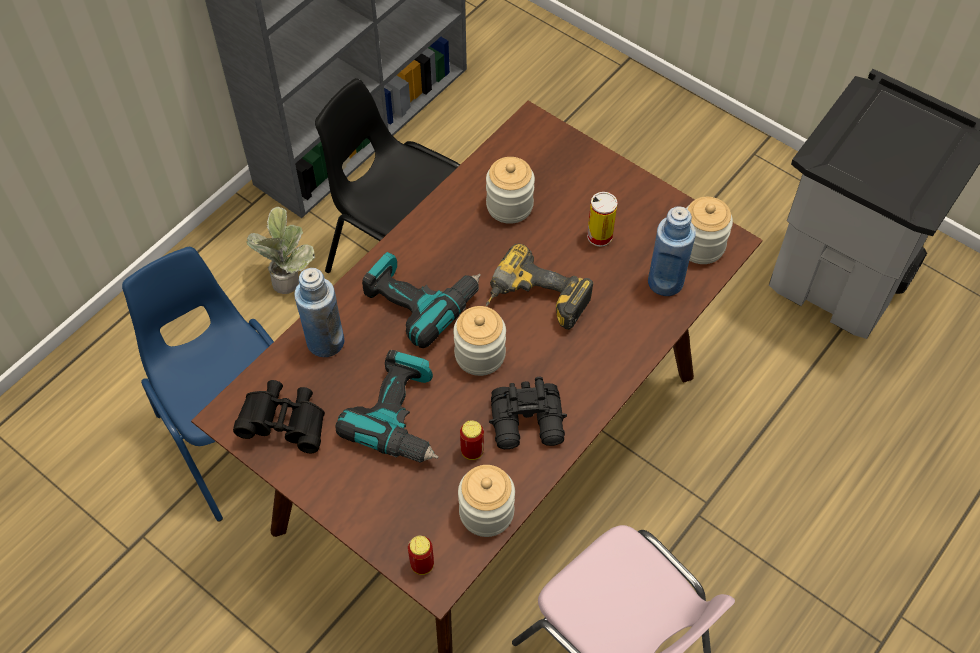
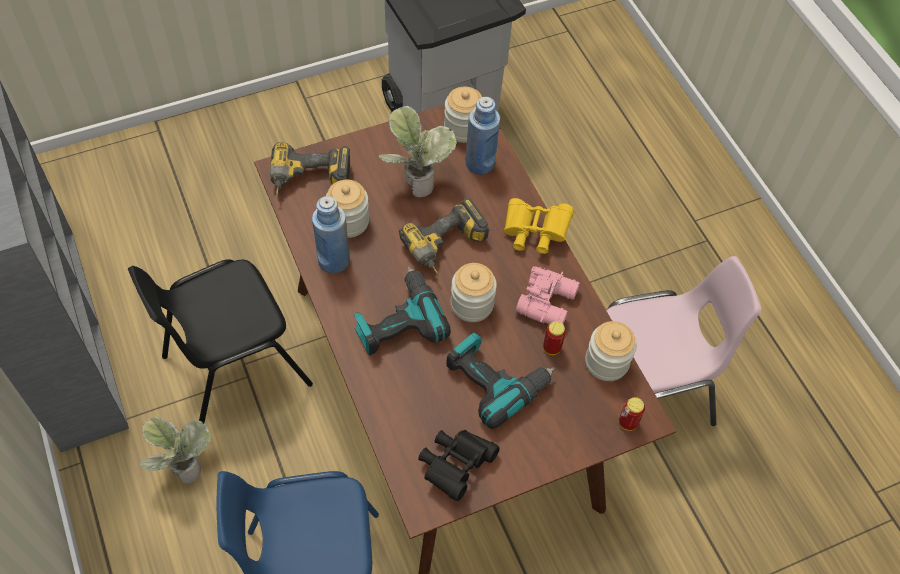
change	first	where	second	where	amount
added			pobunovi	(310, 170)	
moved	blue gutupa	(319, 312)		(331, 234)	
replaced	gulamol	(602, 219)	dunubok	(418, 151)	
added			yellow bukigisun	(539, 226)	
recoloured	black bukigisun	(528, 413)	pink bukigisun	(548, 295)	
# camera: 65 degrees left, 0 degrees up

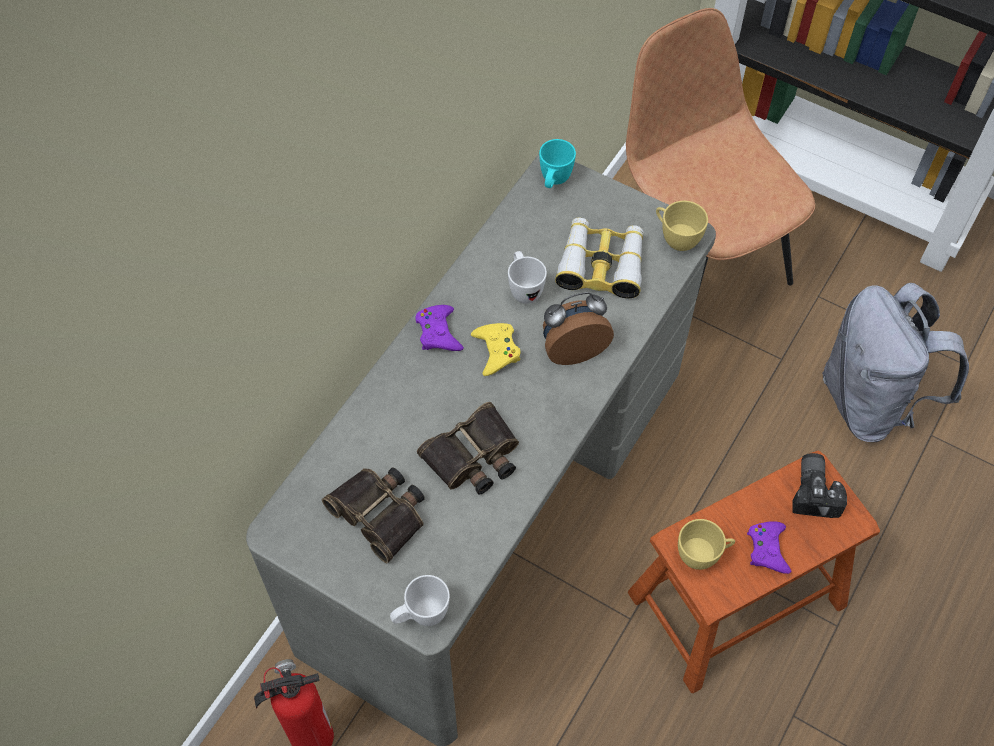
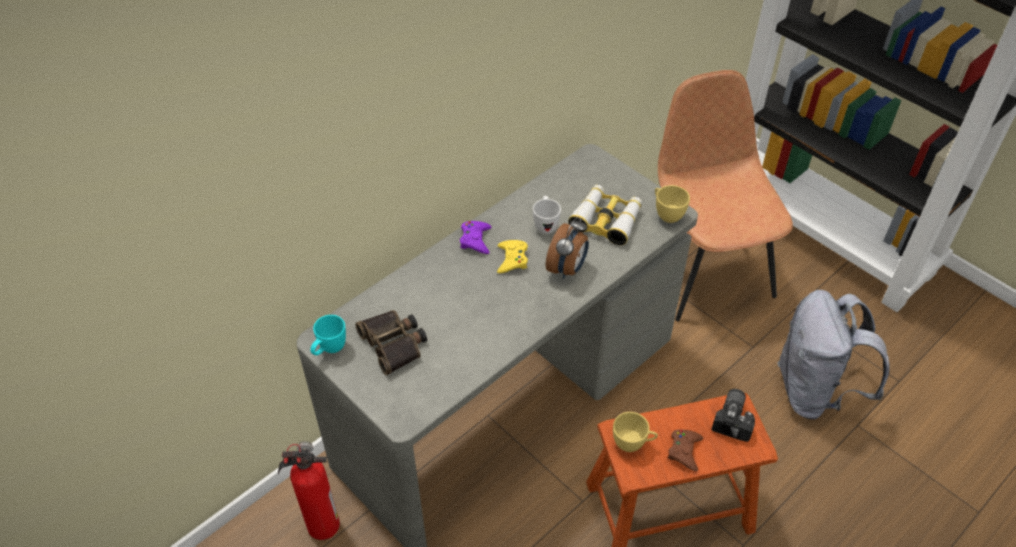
change	first	where	second	where	amount
moved	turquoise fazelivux	(557, 163)		(328, 335)	
turned	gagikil	(578, 328)		(567, 248)	120 degrees clockwise
recoloured	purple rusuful	(769, 547)	brown rusuful	(685, 450)	
removed	white fazelivux	(420, 600)			
removed	bukigisun	(468, 448)			
# camera: 15 degrees right, 10 degrees down

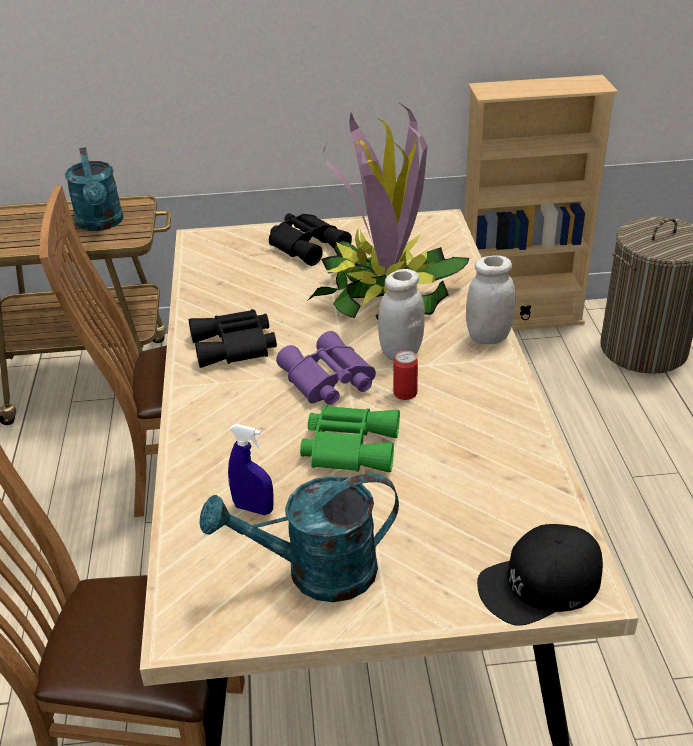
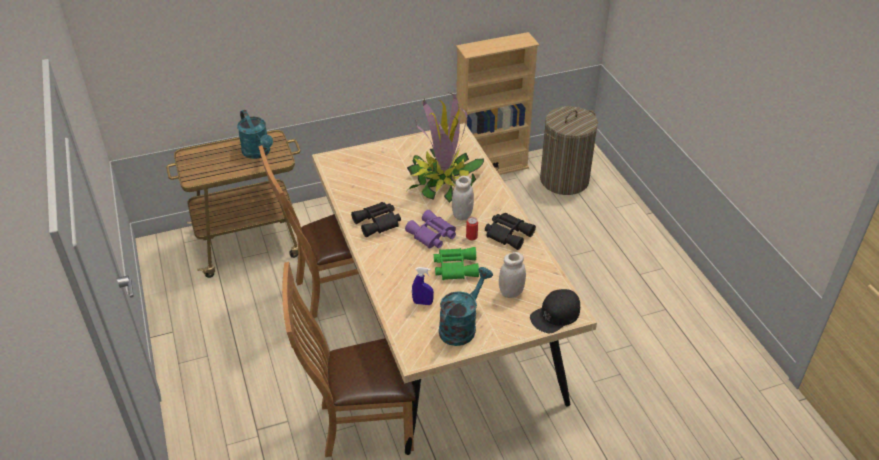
change	first	where	second	where	amount
turned	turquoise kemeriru	(299, 537)		(466, 306)	150 degrees clockwise
moved	black bukigisun	(310, 239)		(510, 231)	
moved	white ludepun	(491, 299)		(512, 275)	
# camera: 15 degrees left, 5 degrees up

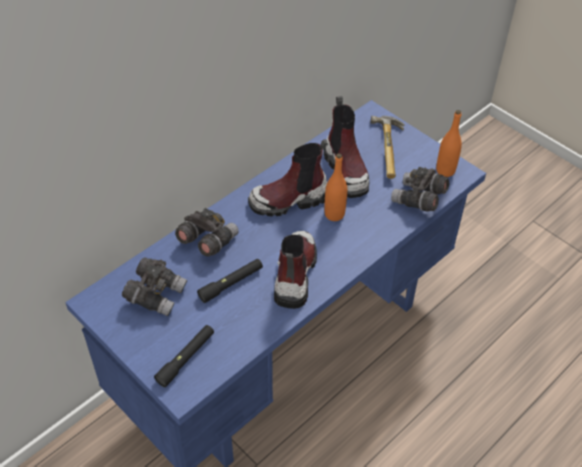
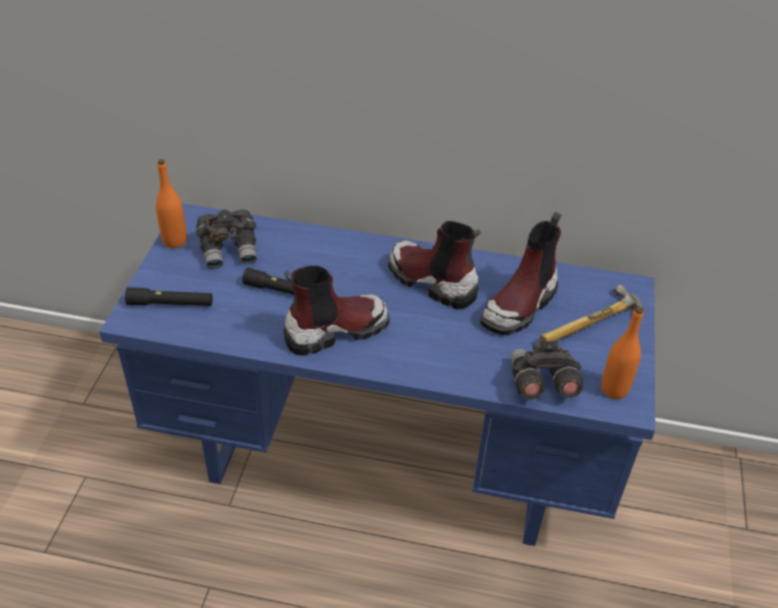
change	first	where	second	where	amount
moved	orange gutupa	(335, 187)		(171, 203)	
removed	grey bukigisun	(207, 232)			
# camera: 55 degrees right, 5 degrees down

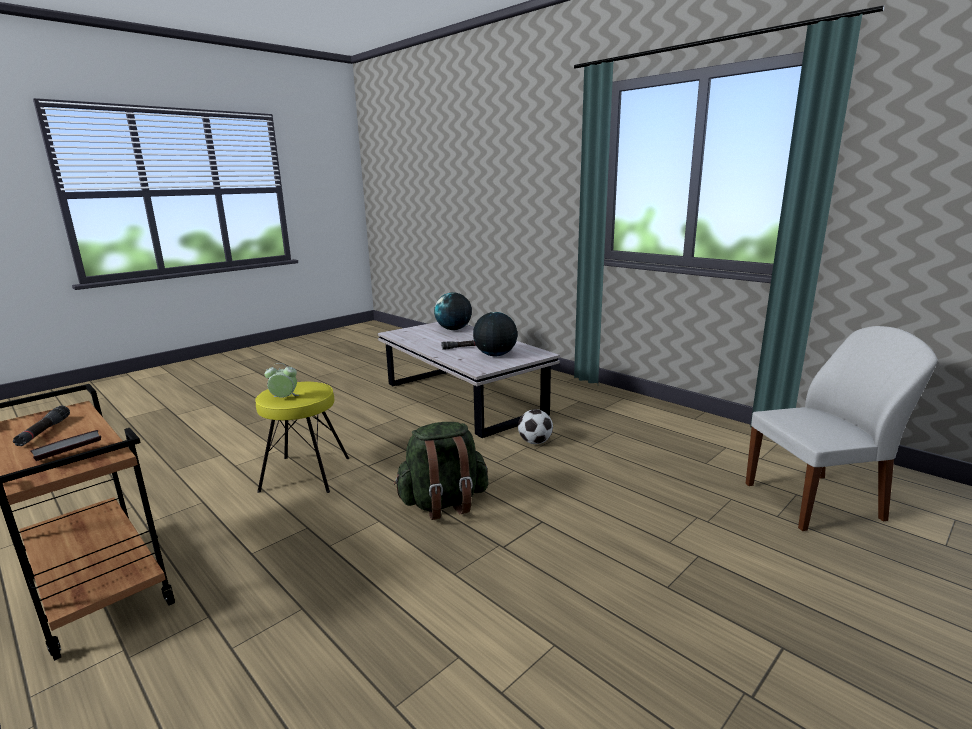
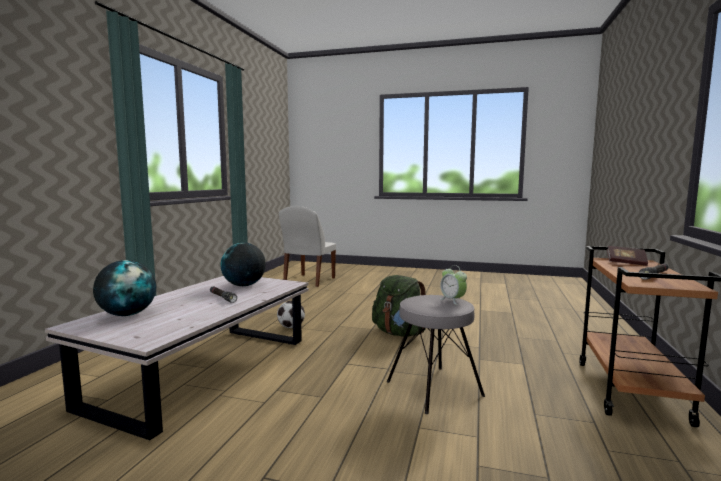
change	first	where	second	where	amount
turned	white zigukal	(842, 428)		(307, 246)	120 degrees counterclockwise
recoloured	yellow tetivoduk	(302, 437)	grey tetivoduk	(436, 354)	
# camera: 120 degrees left, 10 degrees down

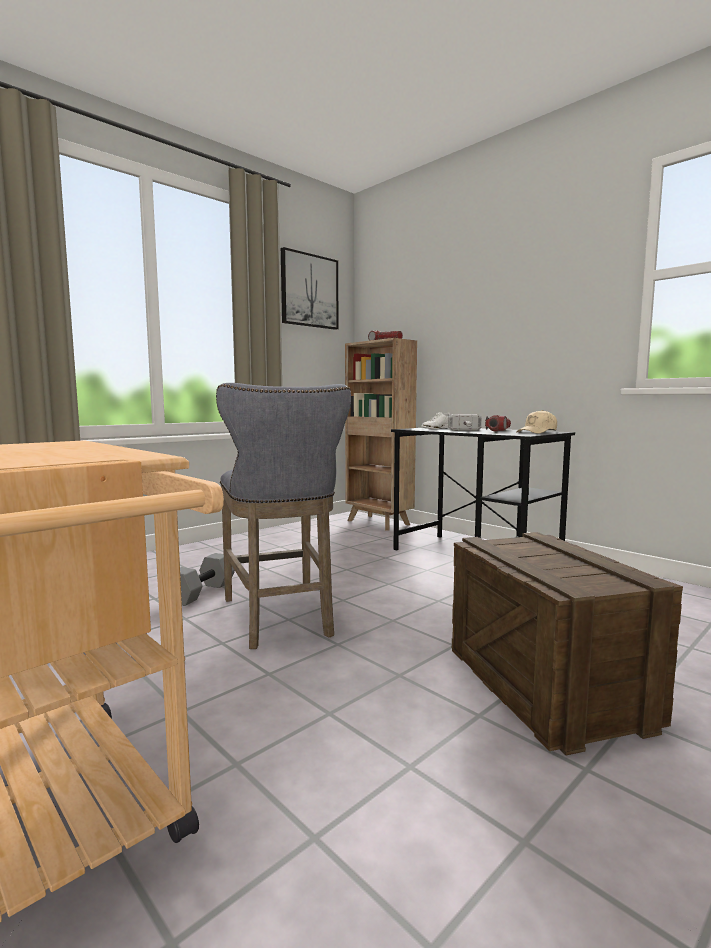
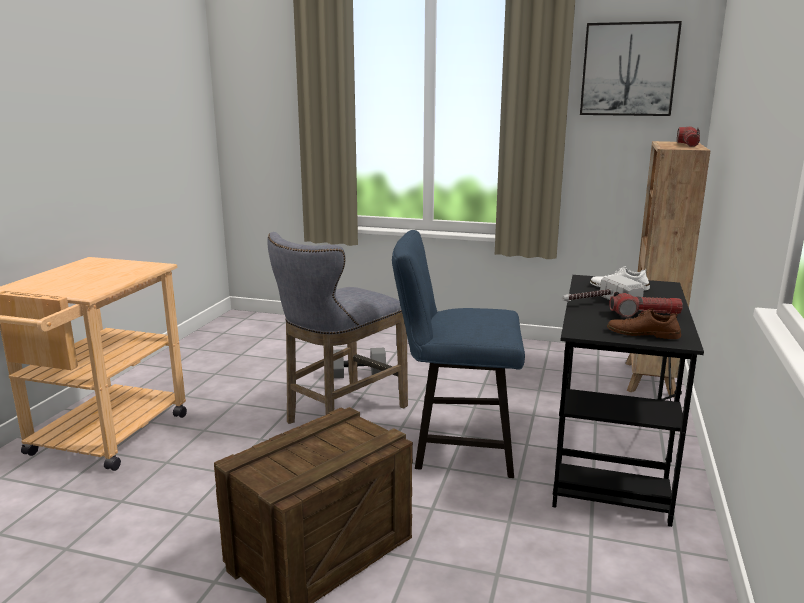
change	first	where	second	where	amount
added			blue zigukal	(458, 354)	
replaced	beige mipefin	(536, 422)	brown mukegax	(644, 324)	
# camera: 60 degrees right, 10 degrees up

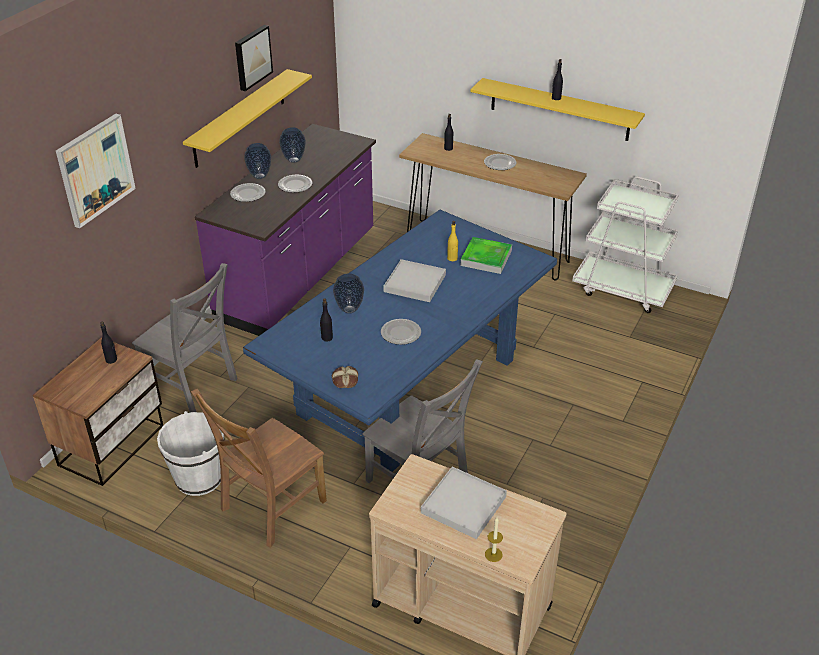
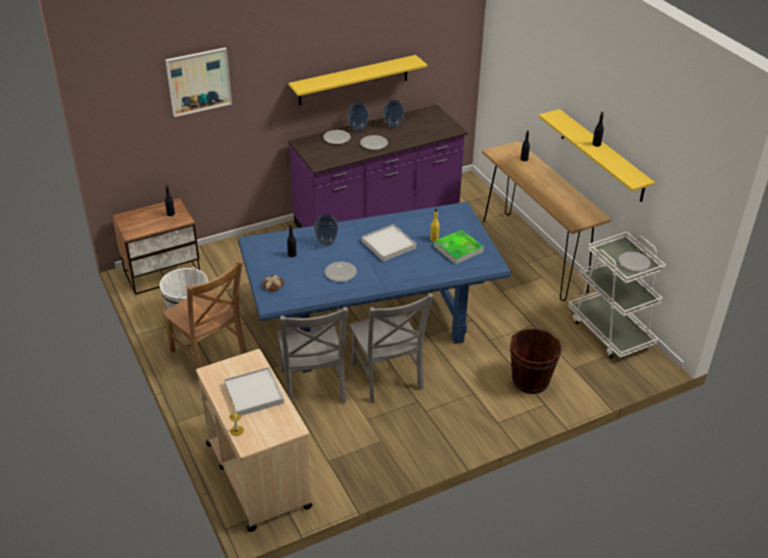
change	first	where	second	where	amount
turned	brown zigukal	(259, 468)		(204, 314)	120 degrees counterclockwise
moved	grey zigukal	(185, 338)		(392, 348)	
added			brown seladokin	(536, 361)	
moved	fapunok	(500, 162)		(634, 261)	
removed	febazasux	(254, 58)			
# camera: 35 degrees right, 0 degrees up

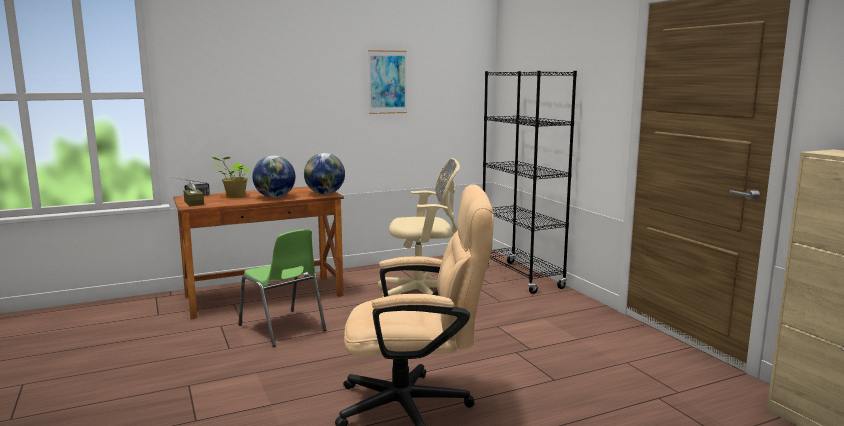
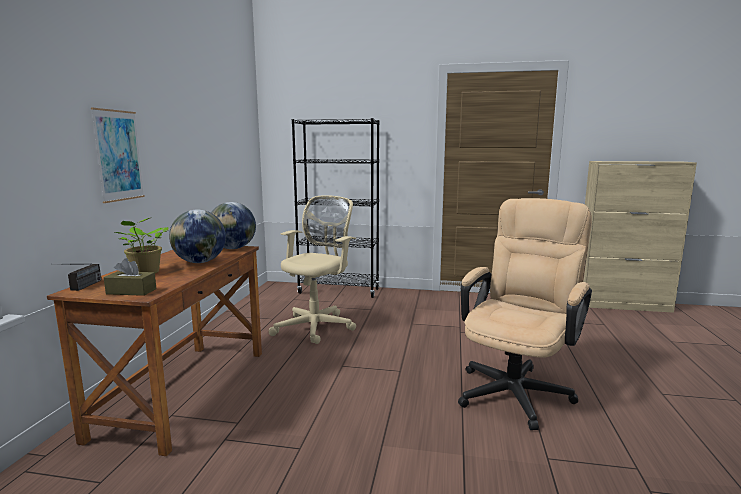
change	first	where	second	where	amount
moved	febazasux	(387, 82)		(118, 155)	
removed	green zigukal	(282, 288)			
# camera: 55 degrees left, 0 degrees up

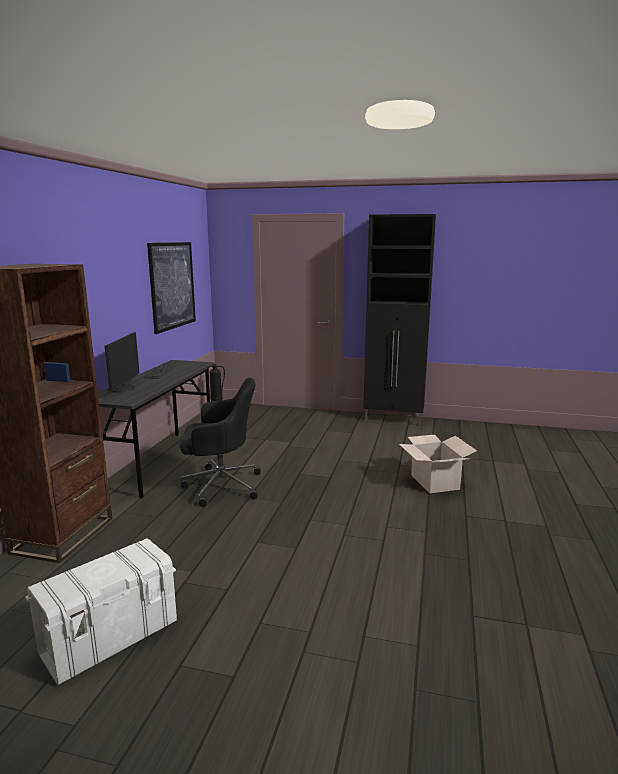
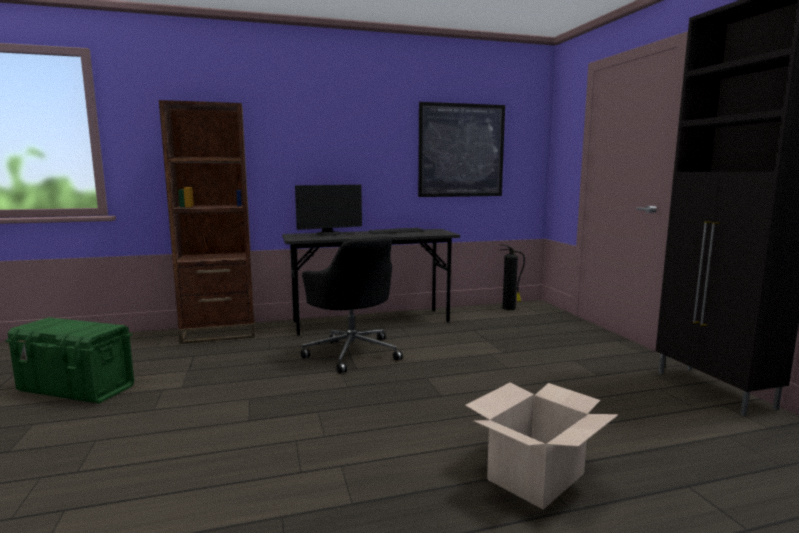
change	first	where	second	where	amount
recoloured	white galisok	(101, 612)	green galisok	(69, 360)	
# camera: 60 degrees right, 5 degrees down

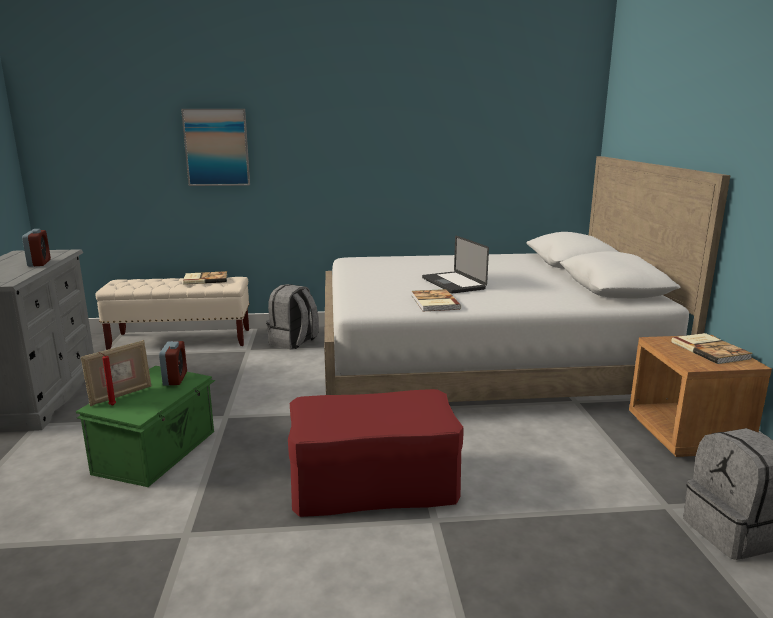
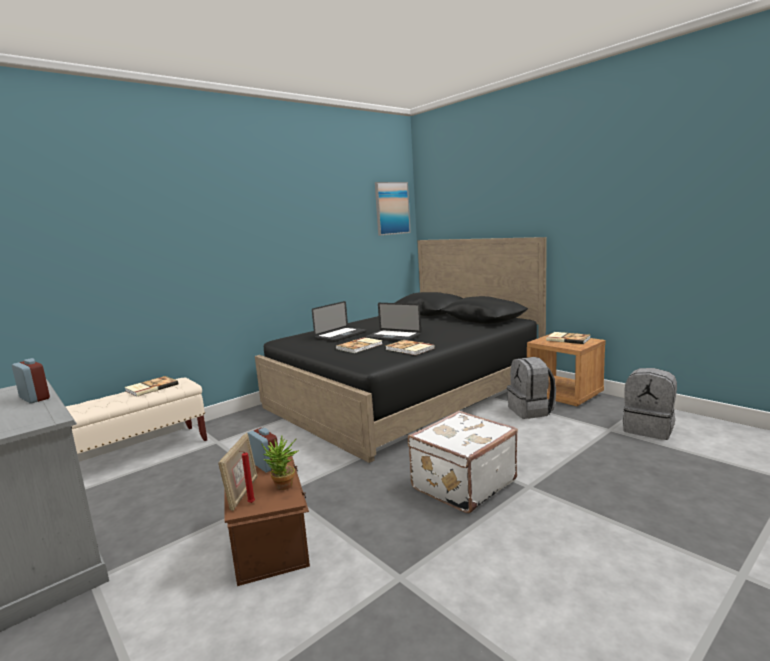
change	first	where	second	where	amount
recoloured	green galisok	(145, 426)	brown galisok	(267, 520)	
recoloured	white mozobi	(527, 279)	black mozobi	(401, 350)	
added			dunubok	(280, 462)	
added			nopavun	(339, 321)	
added			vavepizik	(359, 345)	
moved	febazasux	(215, 147)		(393, 209)	
replaced	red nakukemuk	(376, 453)	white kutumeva	(463, 462)	
moved	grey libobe	(292, 317)		(531, 388)	
# camera: 35 degrees left, 5 degrees down

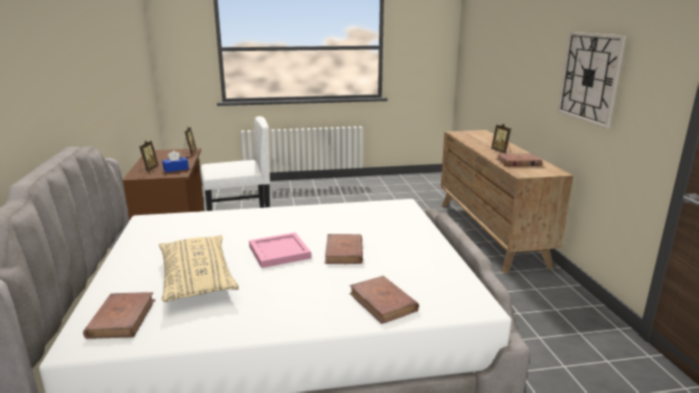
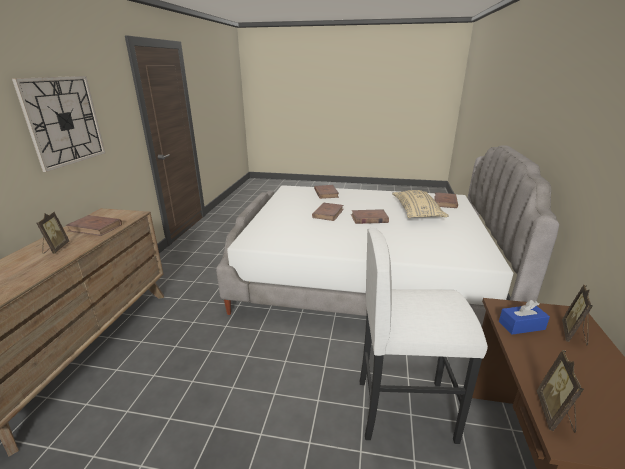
change	first	where	second	where	amount
replaced	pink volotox	(280, 250)	brown vavepizik	(370, 216)	
# camera: 160 degrees left, 5 degrees up

